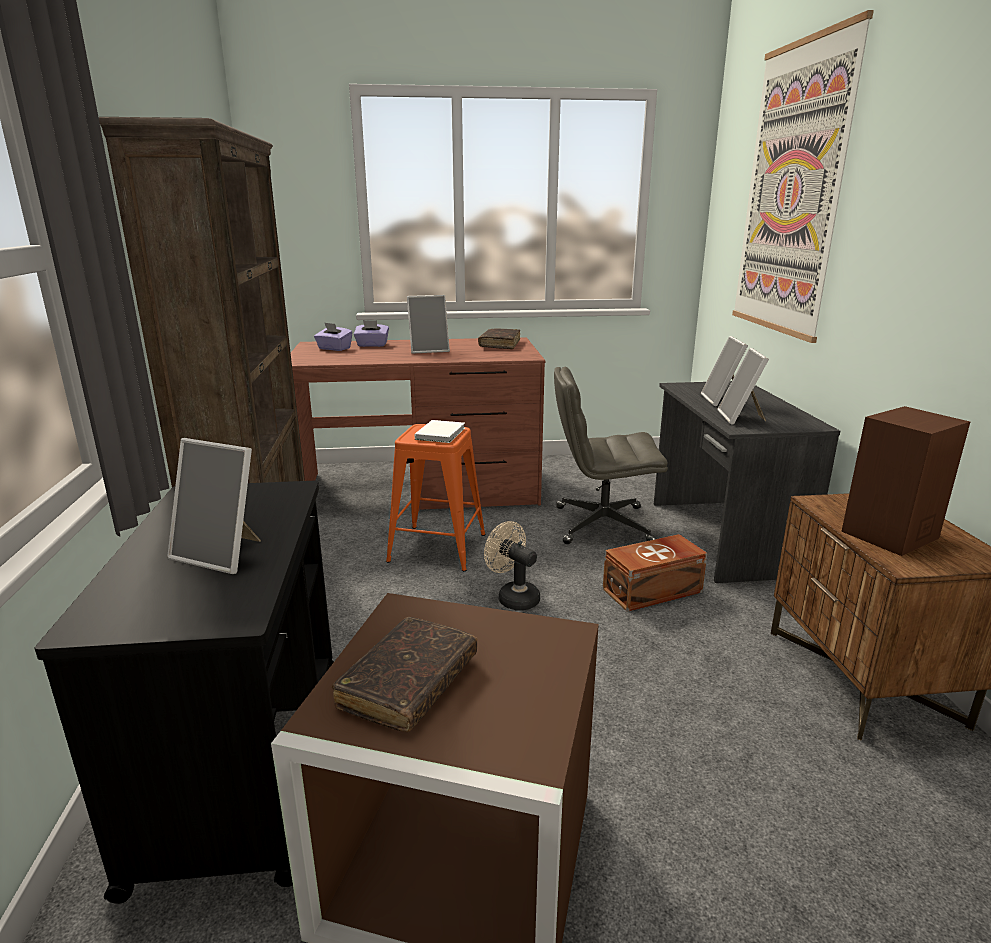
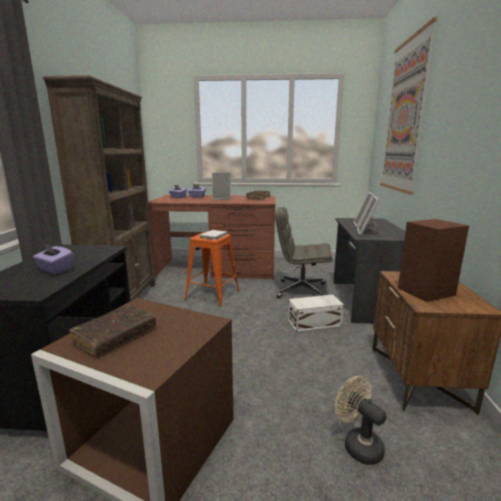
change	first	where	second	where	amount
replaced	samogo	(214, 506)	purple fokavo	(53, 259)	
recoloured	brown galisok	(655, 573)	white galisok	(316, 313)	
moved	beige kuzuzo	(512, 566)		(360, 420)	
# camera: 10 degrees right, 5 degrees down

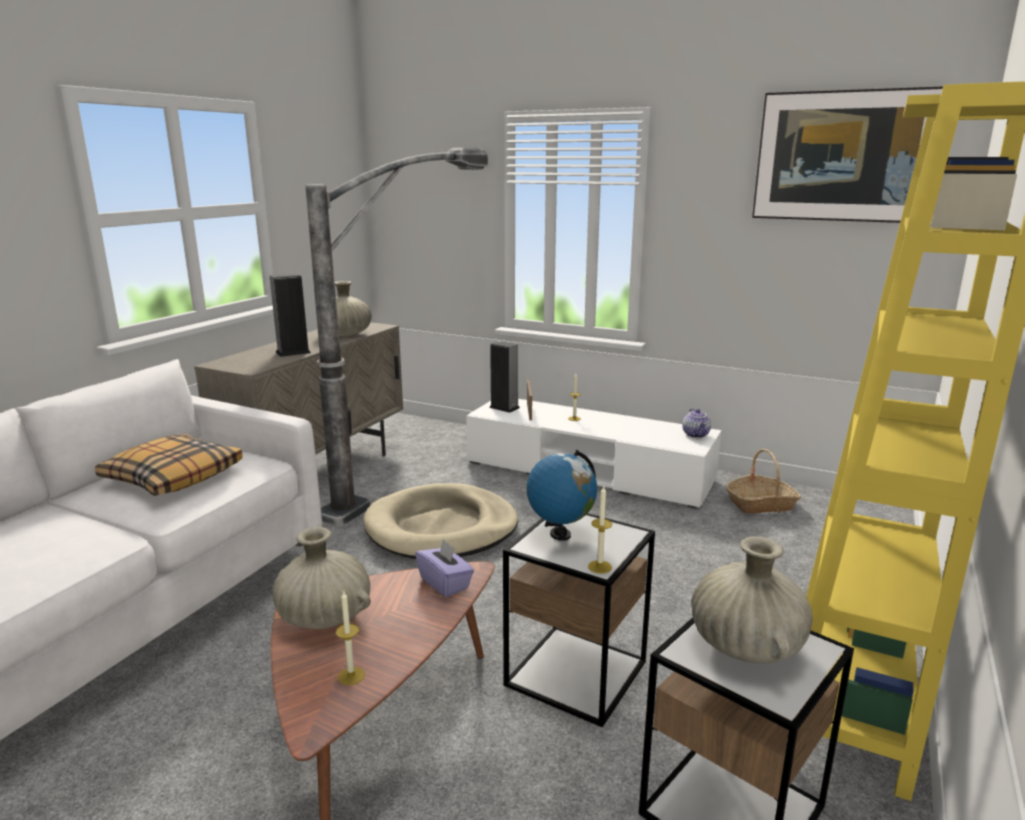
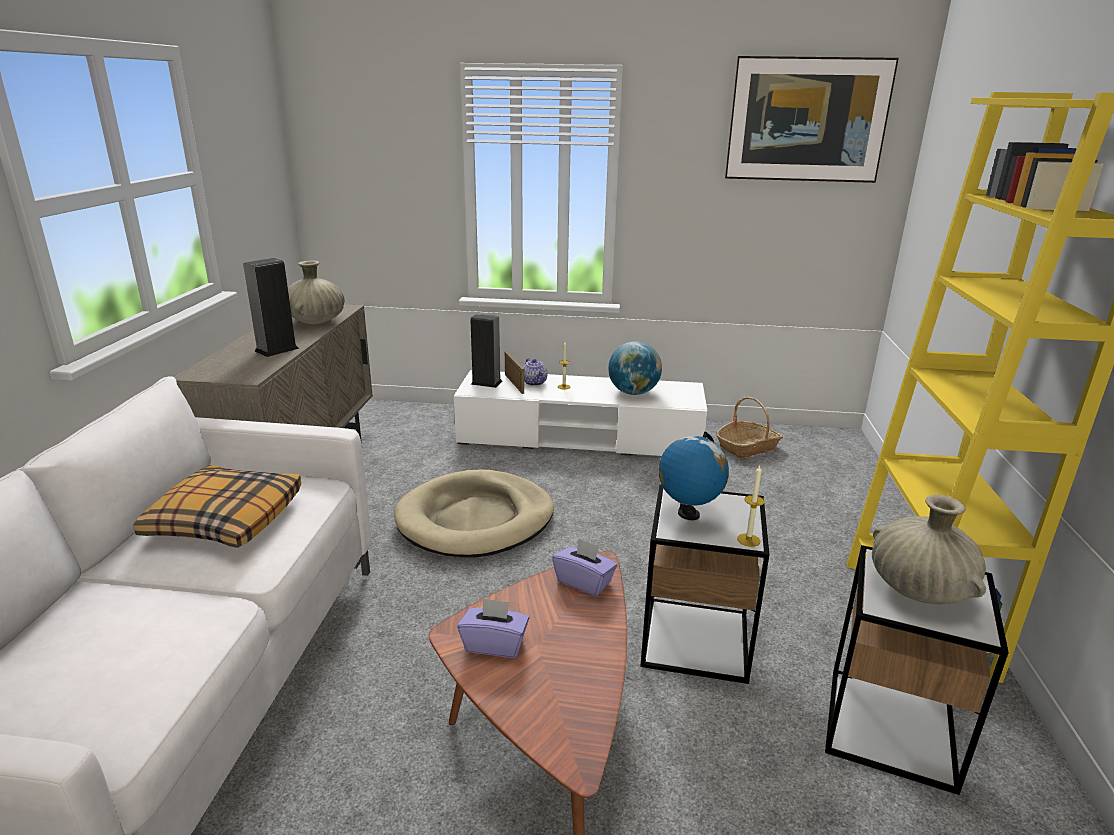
change	first	where	second	where	amount
replaced	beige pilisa	(322, 578)	purple fokavo	(493, 628)	
moved	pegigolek	(696, 423)		(535, 372)	
added			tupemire	(635, 368)	
removed	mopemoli	(396, 337)			
removed	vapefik	(350, 638)			
# camera: 20 degrees left, 5 degrees up

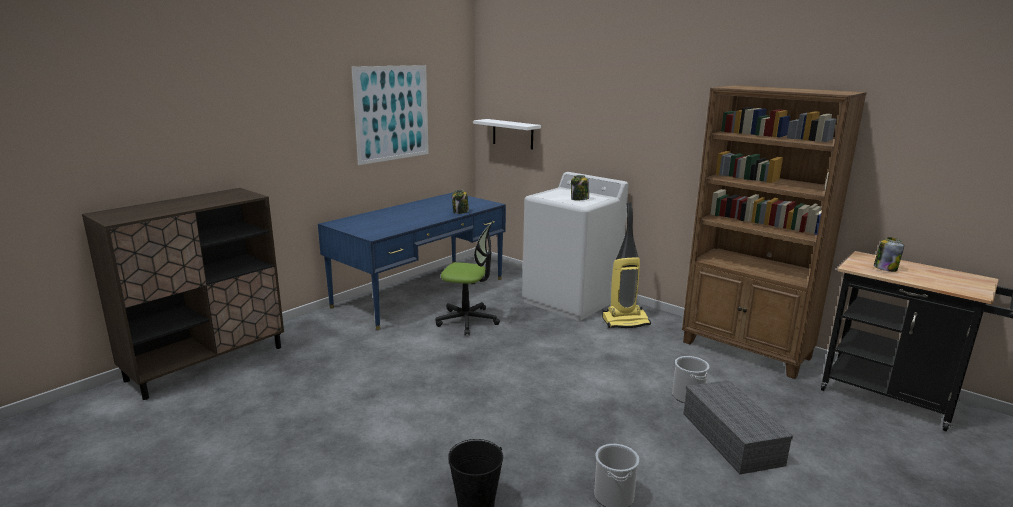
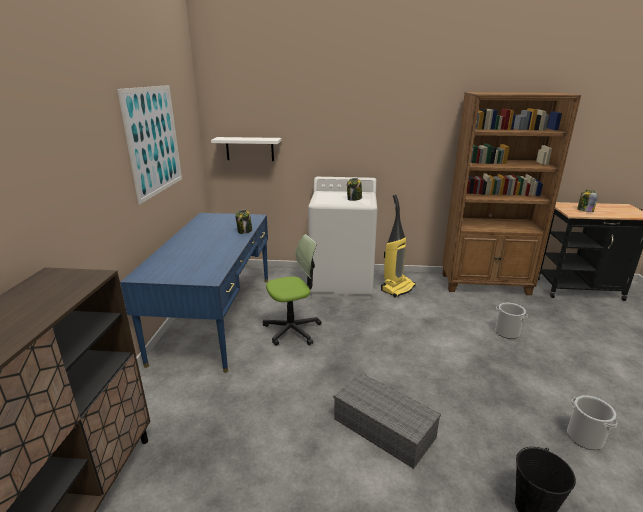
change	first	where	second	where	amount
moved	grey galisok	(738, 427)		(387, 420)	
# camera: 35 degrees left, 5 degrees up

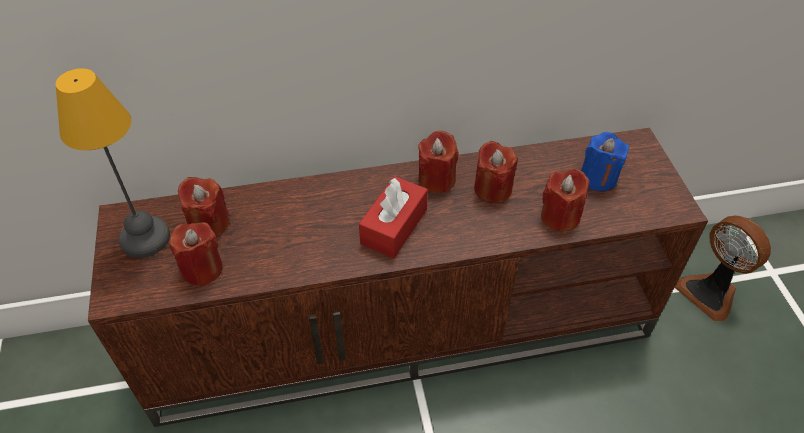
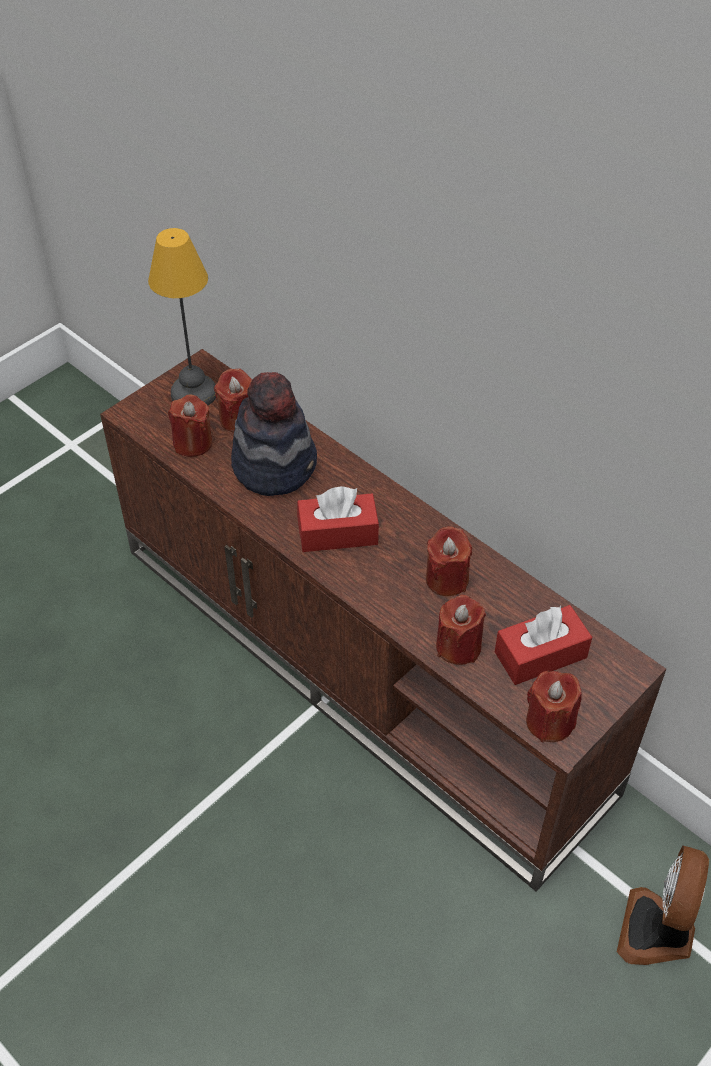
change	first	where	second	where	amount
added			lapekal	(274, 434)	
replaced	blue vapefik	(605, 162)	red fokavo	(543, 645)	
moved	red vapefik	(438, 162)		(554, 707)	
# camera: 55 degrees right, 0 degrees up

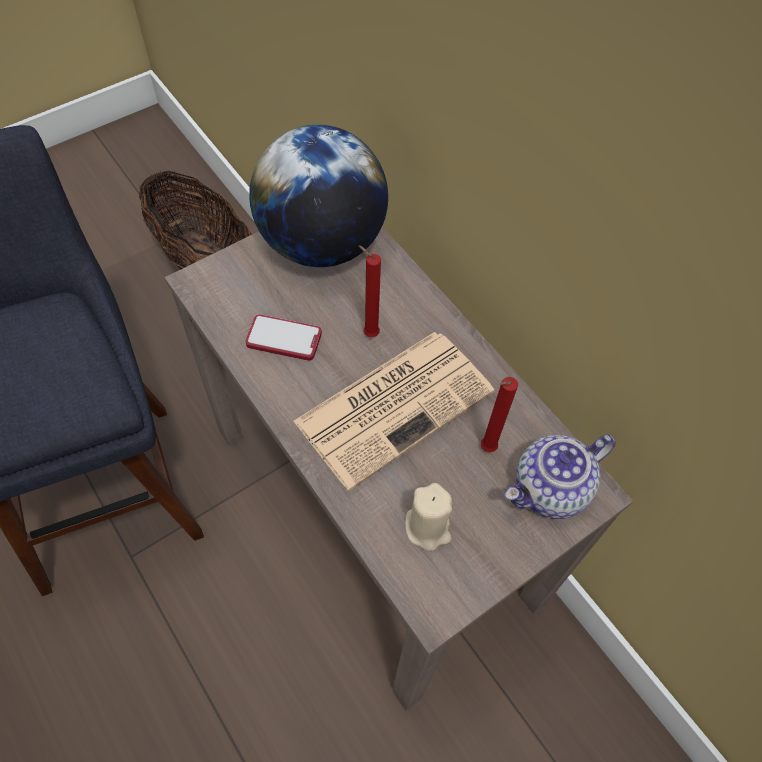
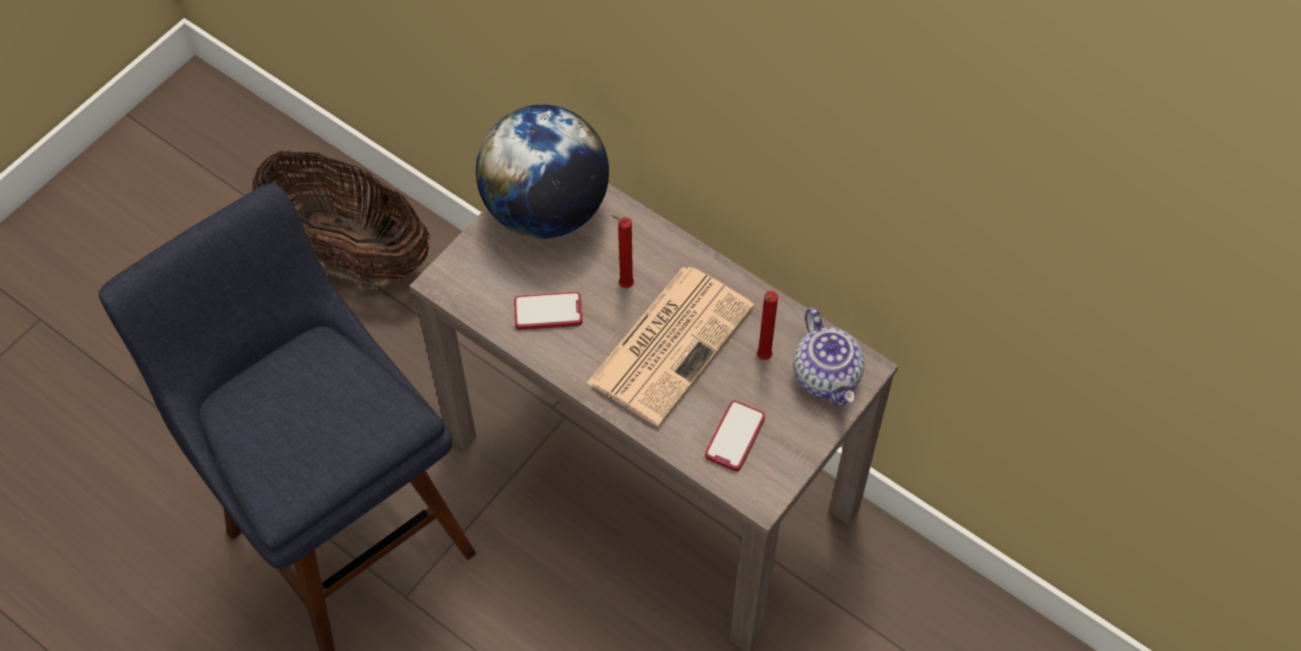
change	first	where	second	where	amount
replaced	beige vapefik	(429, 517)	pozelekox	(735, 436)	
turned	pegigolek	(560, 477)		(828, 357)	60 degrees counterclockwise
# camera: 15 degrees left, 0 degrees up

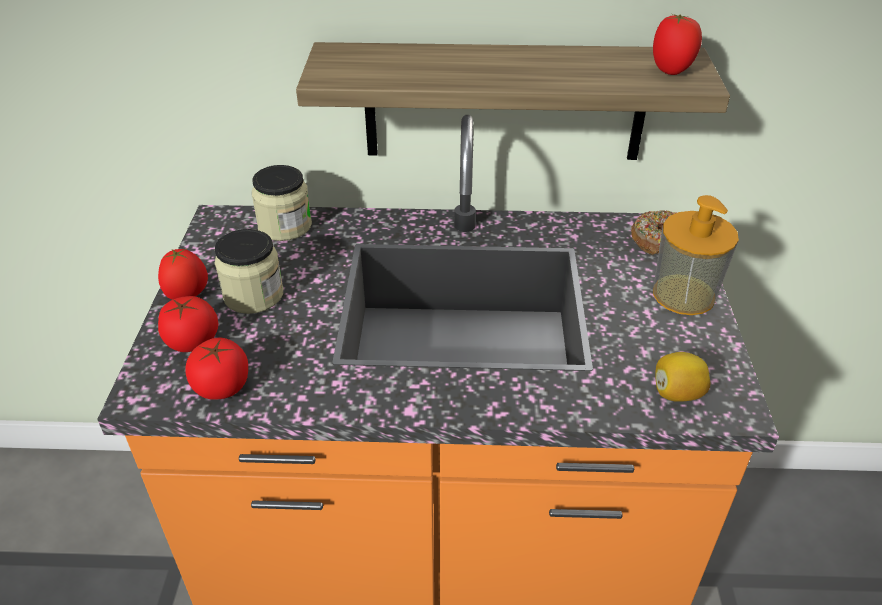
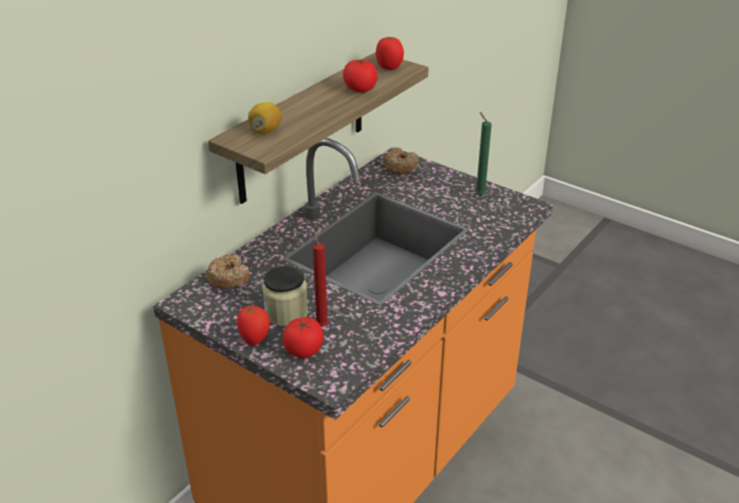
change	first	where	second	where	amount
replaced	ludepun	(282, 203)	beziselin	(228, 272)	
moved	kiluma	(682, 377)		(265, 118)	
added			red vapefik	(321, 278)	
moved	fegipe	(216, 368)		(360, 75)	
added			green vapefik	(483, 154)	
removed	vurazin	(696, 255)			
# camera: 55 degrees left, 5 degrees down

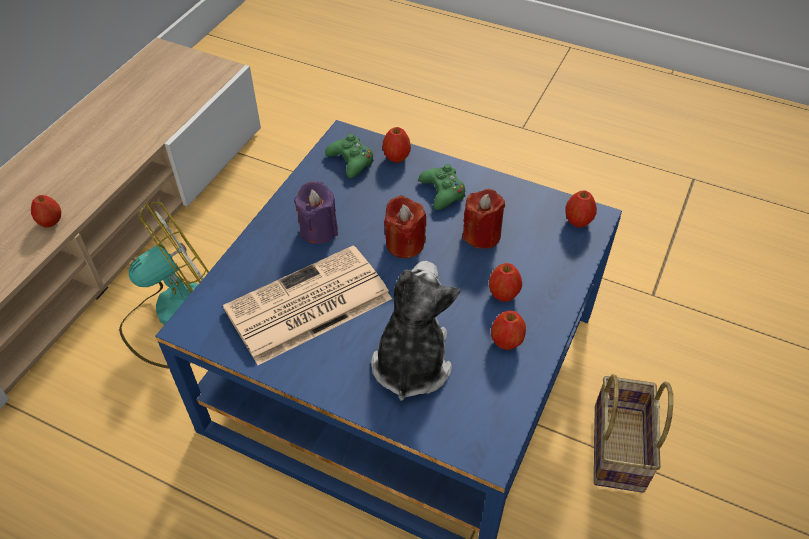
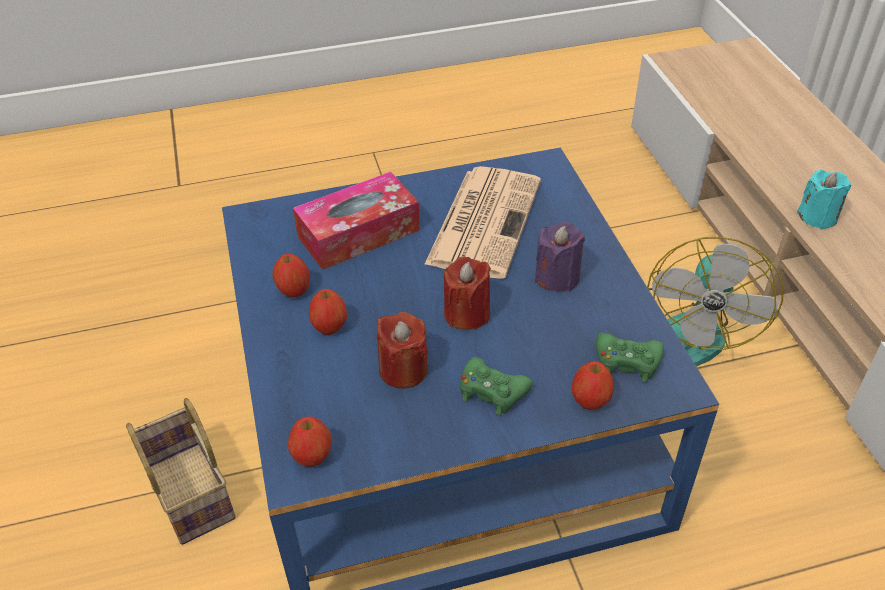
change	first	where	second	where	amount
replaced	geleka	(415, 331)	fokavo	(356, 221)	
replaced	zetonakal	(46, 211)	turquoise vapefik	(824, 199)	
# camera: 140 degrees right, 5 degrees down

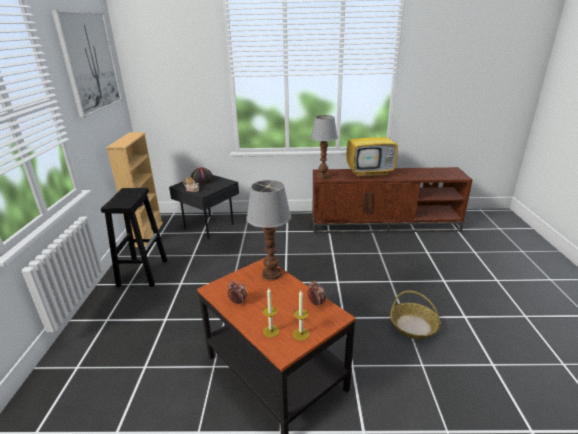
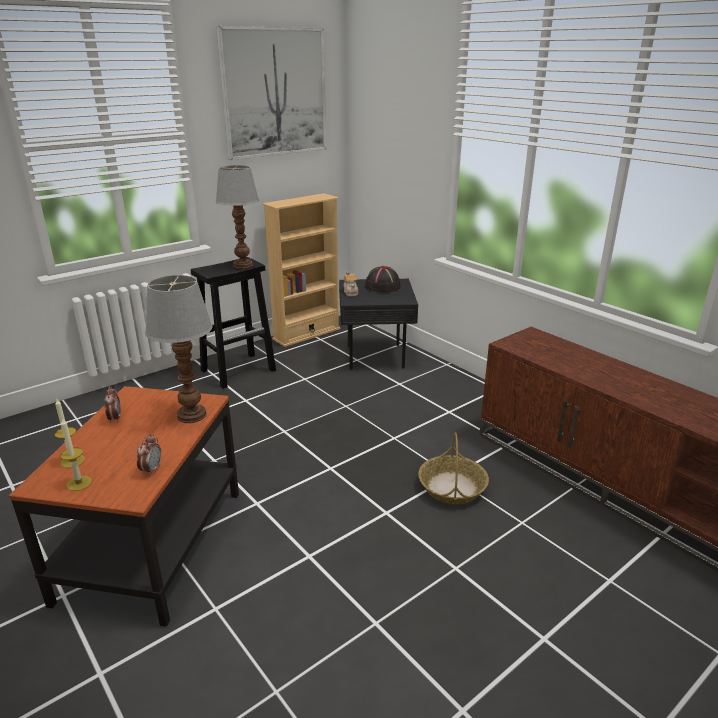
change	first	where	second	where	amount
moved	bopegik	(324, 147)		(237, 216)	
moved	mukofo	(415, 314)		(453, 468)	
removed	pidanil	(372, 148)			
# camera: 50 degrees right, 0 degrees up

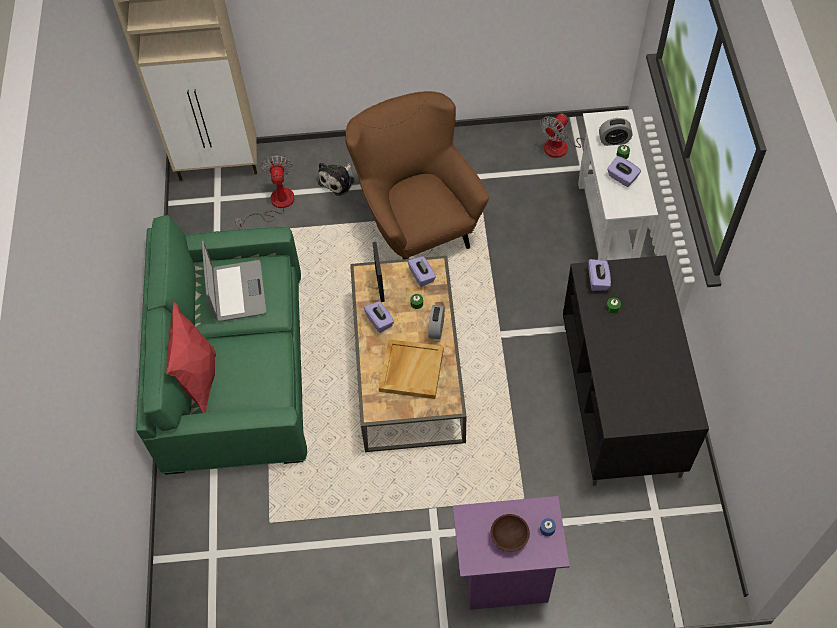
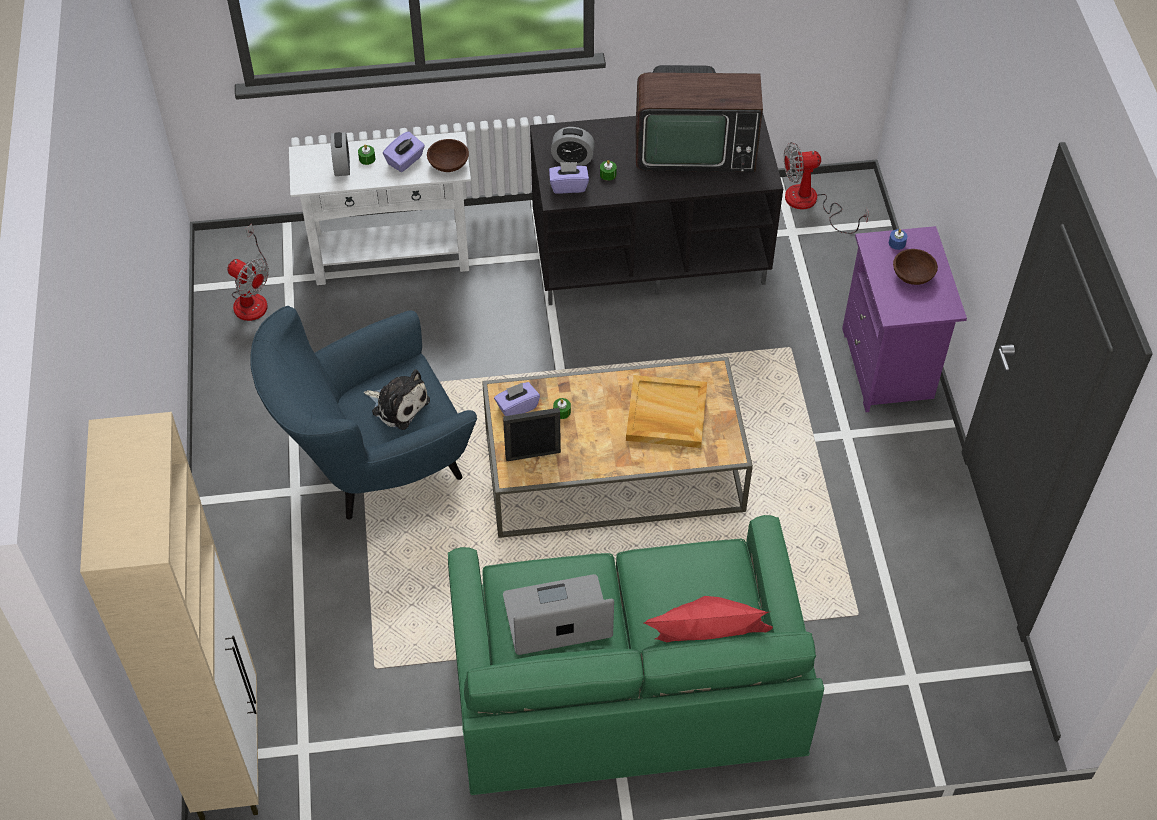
change	first	where	second	where	amount
recoloured	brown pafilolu	(417, 175)	blue pafilolu	(363, 413)	
moved	geleka	(336, 179)		(397, 399)	
added			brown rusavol	(448, 155)	
moved	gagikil	(436, 322)		(573, 146)	
added			pidanil	(699, 118)	
moved	kuzuzo	(265, 191)		(826, 188)	
removed	purple fokavo	(379, 317)			
# camera: 95 degrees left, 5 degrees down

